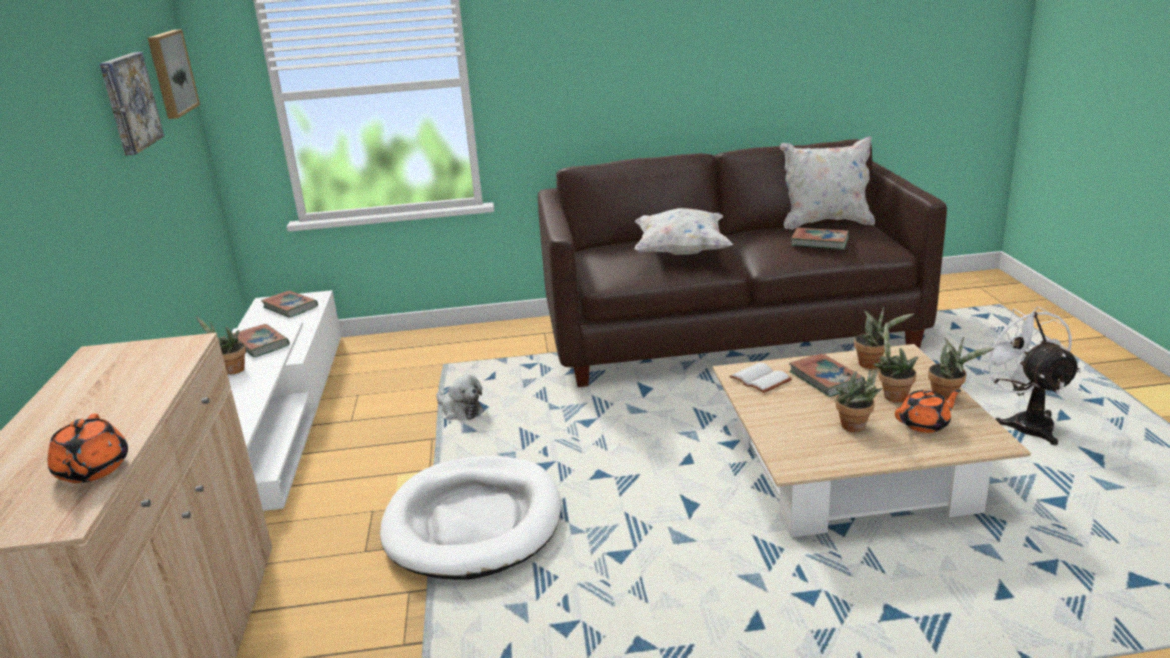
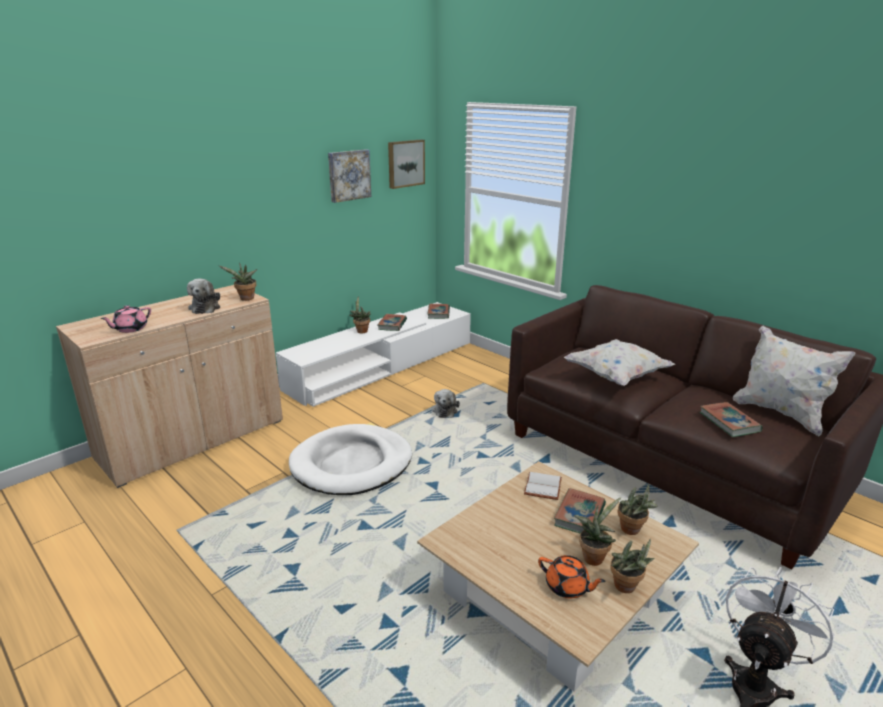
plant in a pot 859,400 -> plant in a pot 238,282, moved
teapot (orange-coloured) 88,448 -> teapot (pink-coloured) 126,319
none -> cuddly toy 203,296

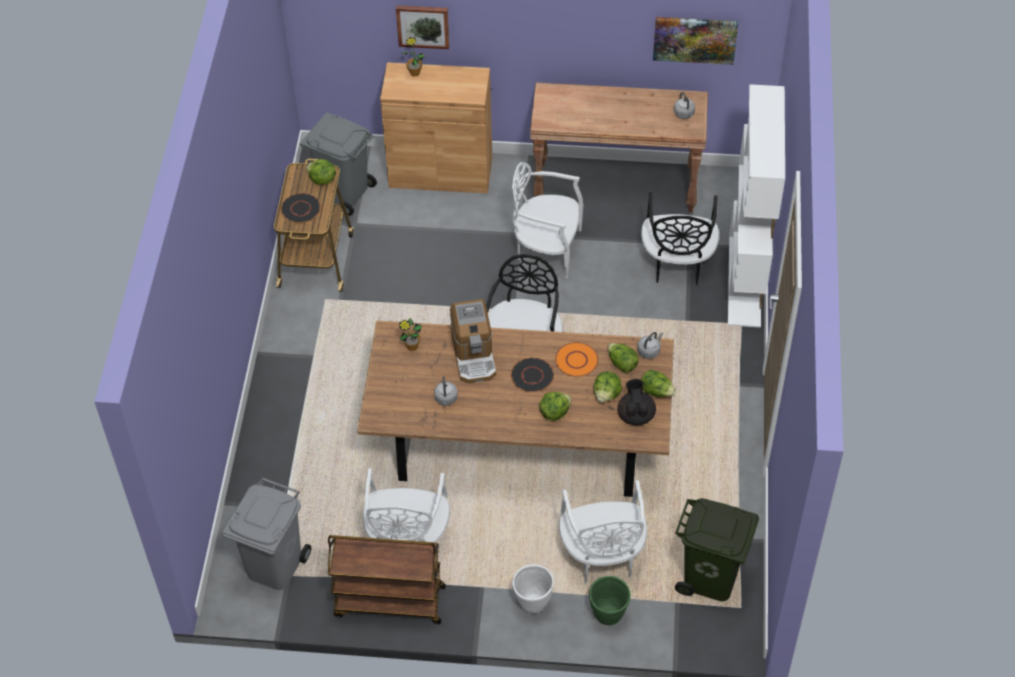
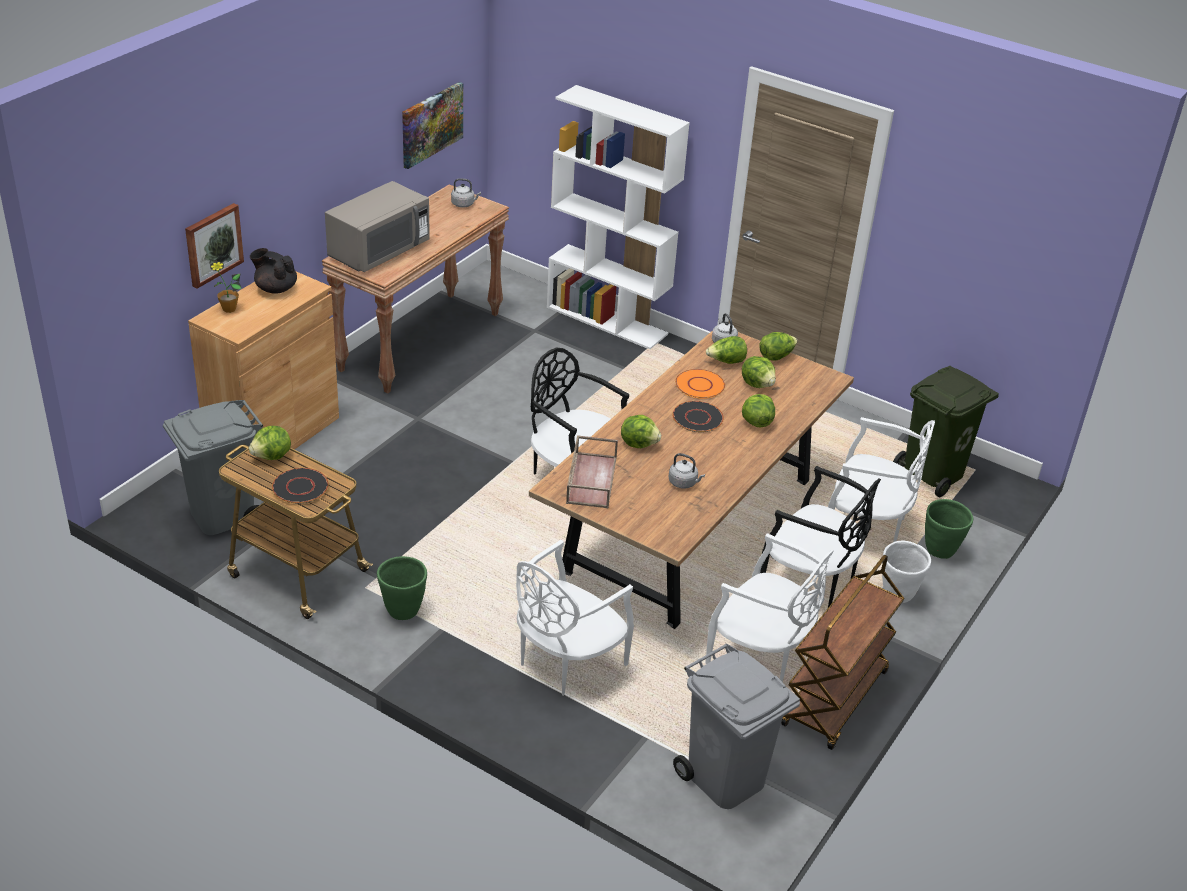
upright chair (whitish) 548,220 -> upright chair (whitish) 575,618, moved
upright chair (blackish) 680,238 -> upright chair (blackish) 820,536, moved
coffee machine 473,341 -> lettuce 641,431
plant in a pot 410,334 -> tray (brown) 592,471
teapot (blackish) 637,402 -> teapot (blackish) 273,271, moved
none -> microwave (grey) 377,226
none -> flower pot (greenish) 402,588

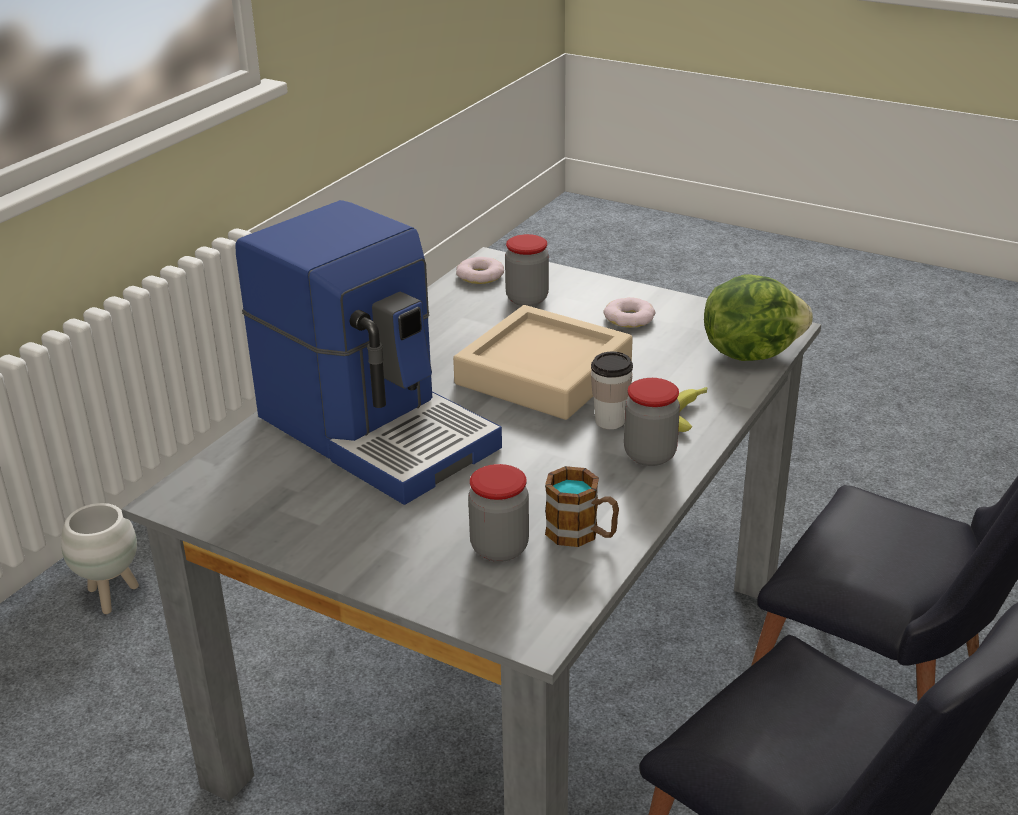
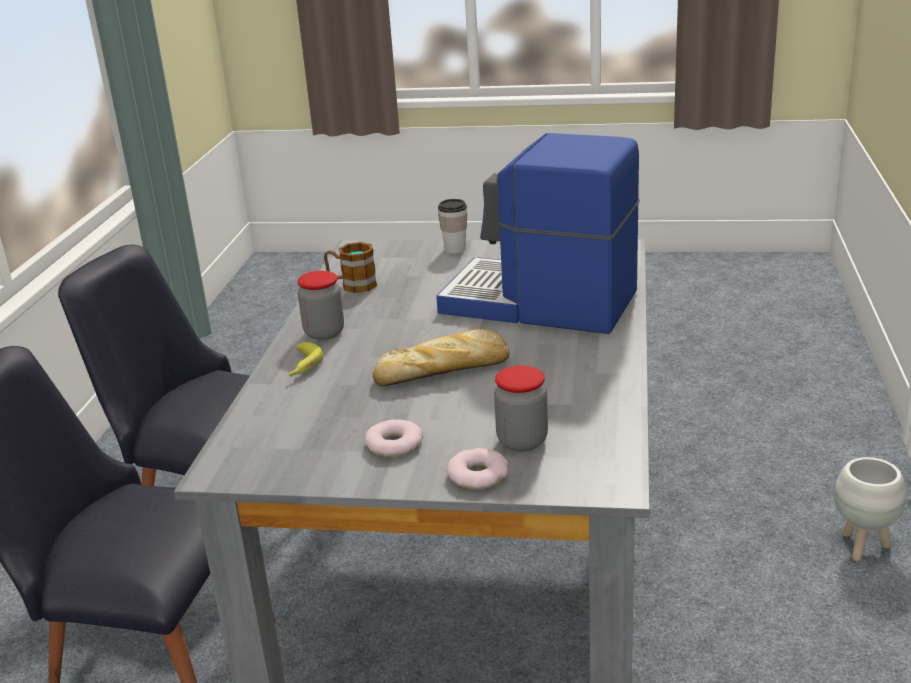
doughnut 480,270 -> doughnut 477,468, moved
lettuce 758,317 -> none
tray (beige) 543,362 -> bread 441,357
cup 612,390 -> cup 452,226, moved
storage jar 498,513 -> none

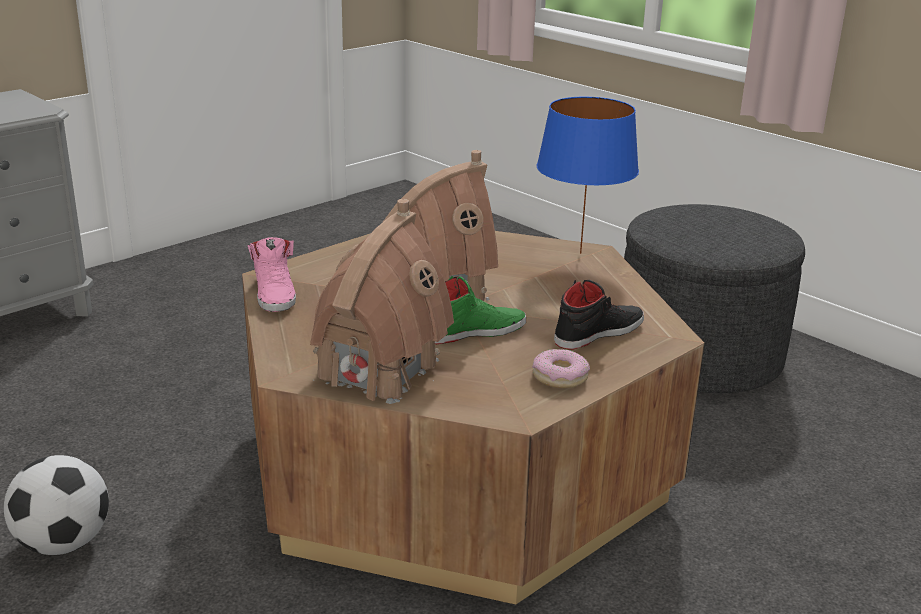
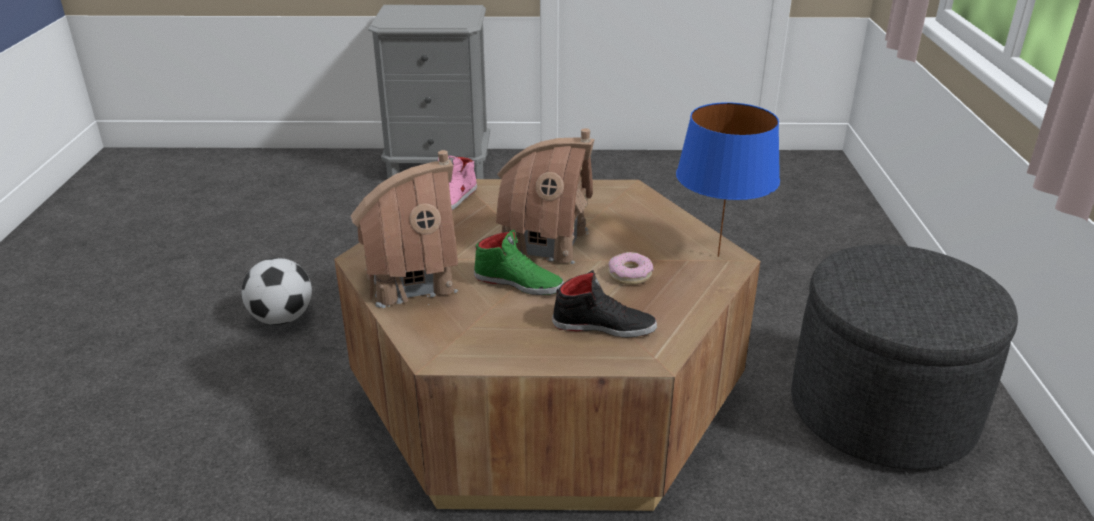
doughnut 561,368 -> doughnut 630,268, moved

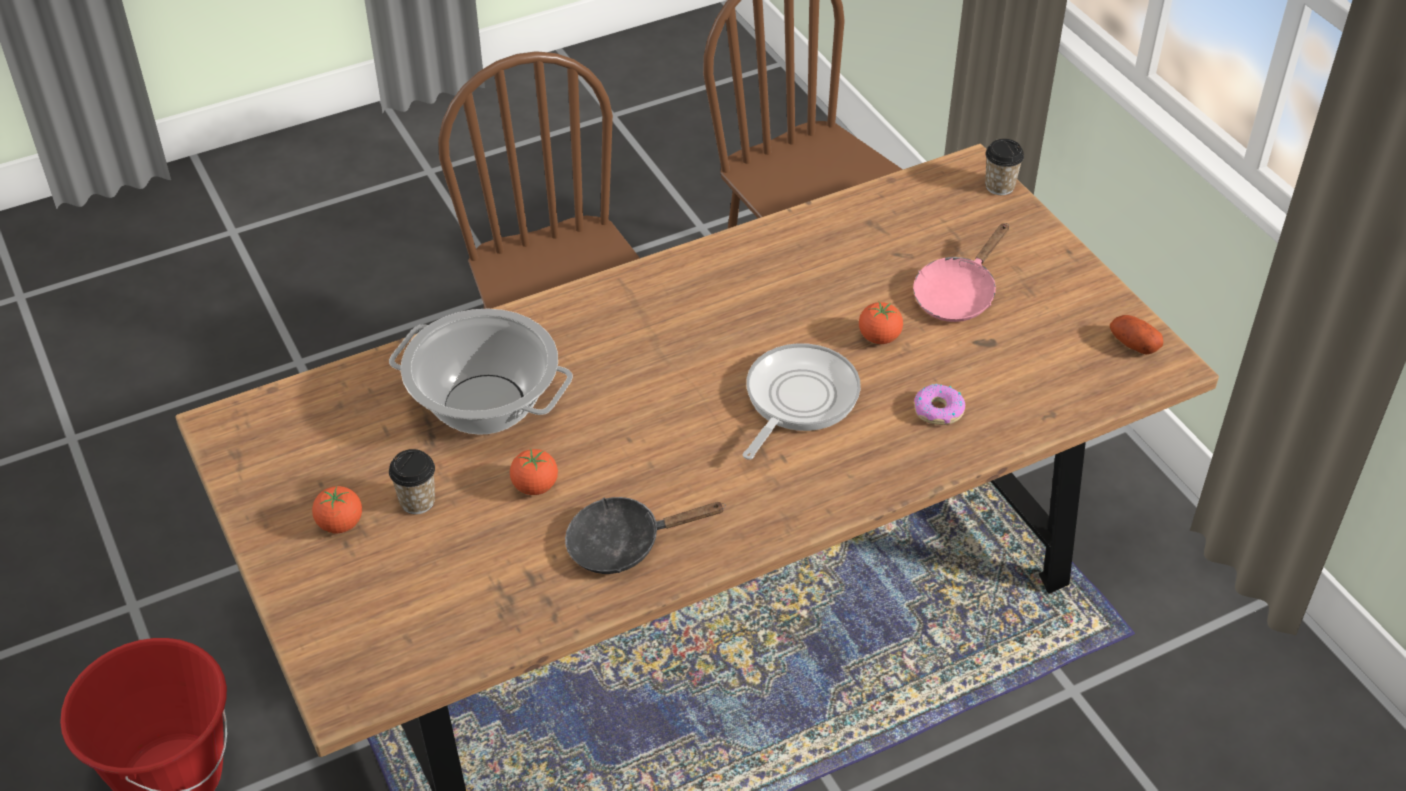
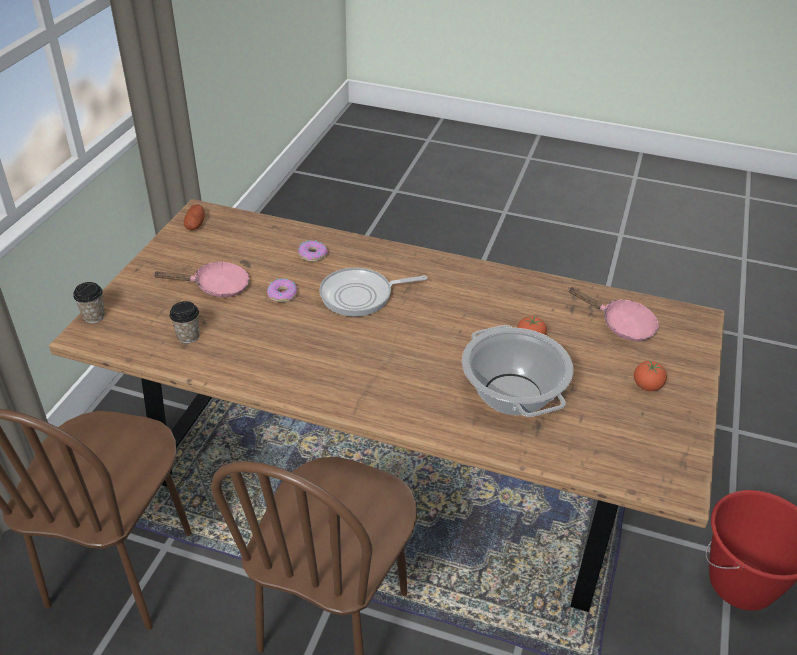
fresh tomato 881,322 -> doughnut 282,290
cup 412,481 -> cup 185,322, moved
pan (blackish) 645,535 -> none
none -> pan (pink-coloured) 614,314

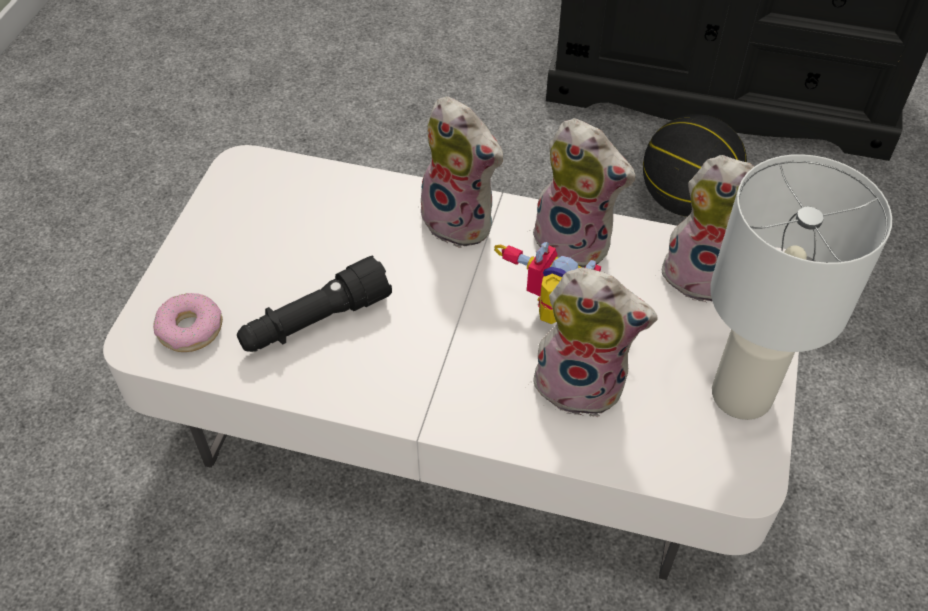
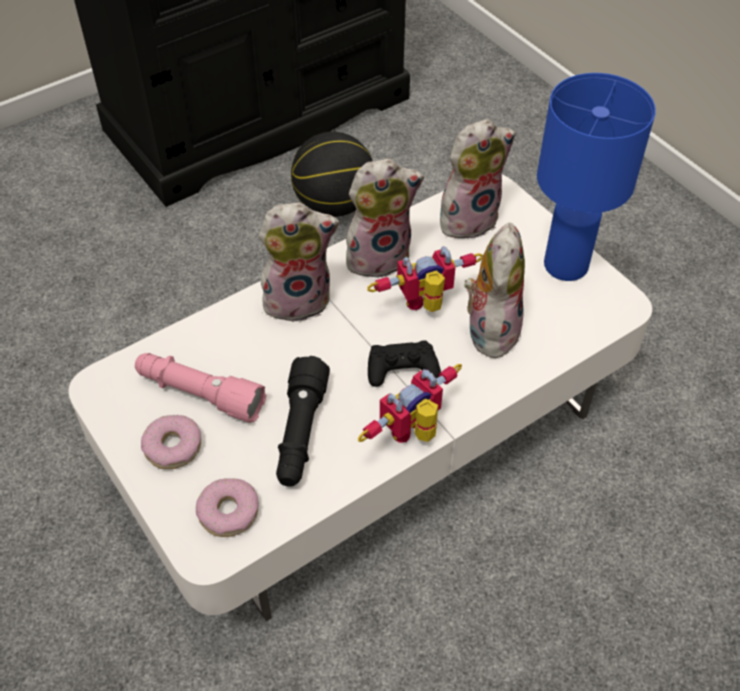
lamp for a table (whitish) 801,287 -> lamp for a table (blue-coloured) 596,177
cuddly toy 595,342 -> cuddly toy 494,292, 45 degrees counterclockwise
none -> gamepad (blackish) 404,363
none -> torch (pink-coloured) 200,388
none -> toy robot 409,403
none -> doughnut 171,442

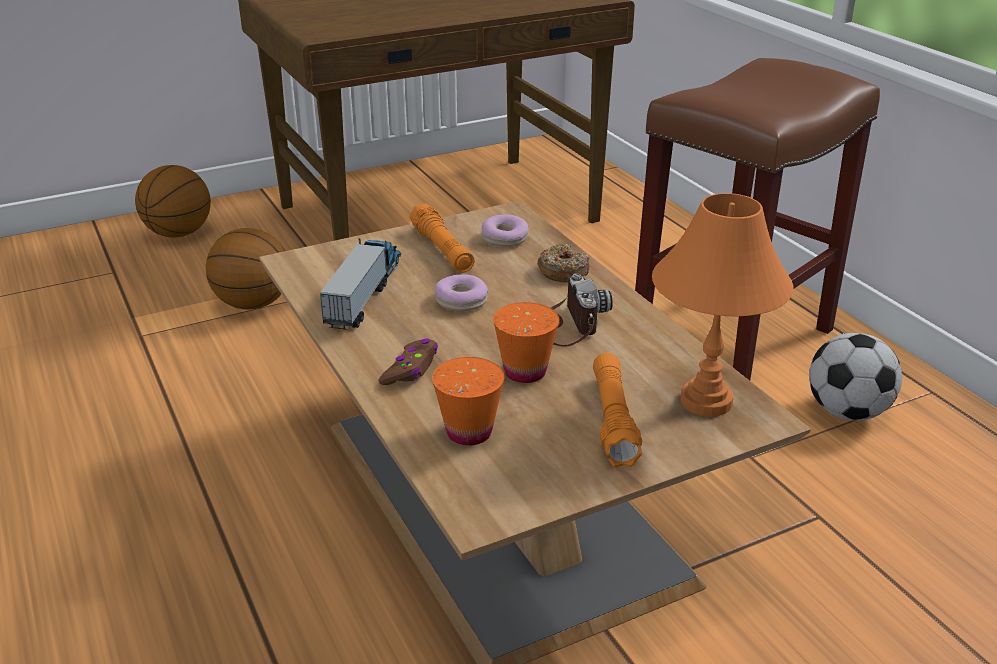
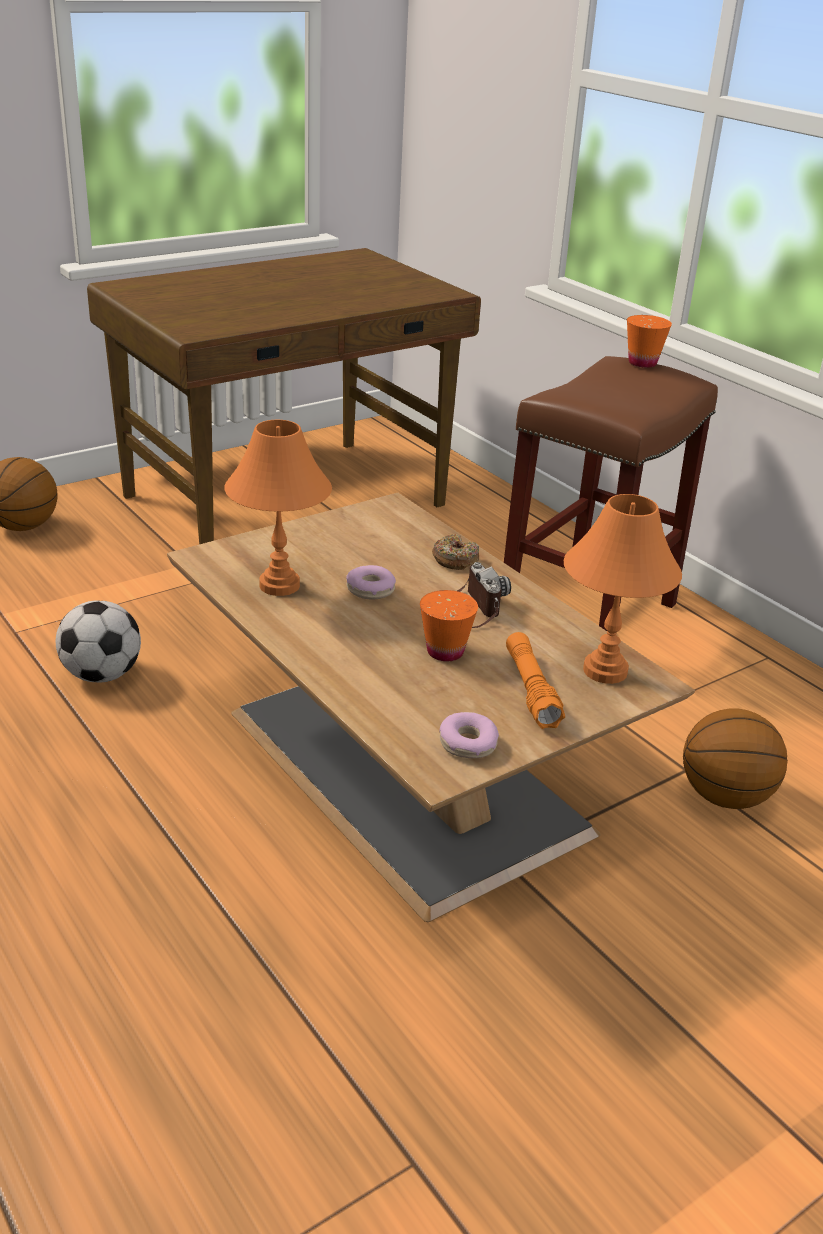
torch (orange-coloured) 441,238 -> none
doughnut 505,231 -> doughnut 469,735, moved
basketball ball 245,269 -> basketball ball 735,758, moved
toy lorry 360,284 -> lamp for a table (orange-coloured) 278,508
ball for football 855,377 -> ball for football 98,641, moved
gamepad (brown) 408,361 -> none
cup (orange-coloured) 468,401 -> cup (orange-coloured) 649,341, moved

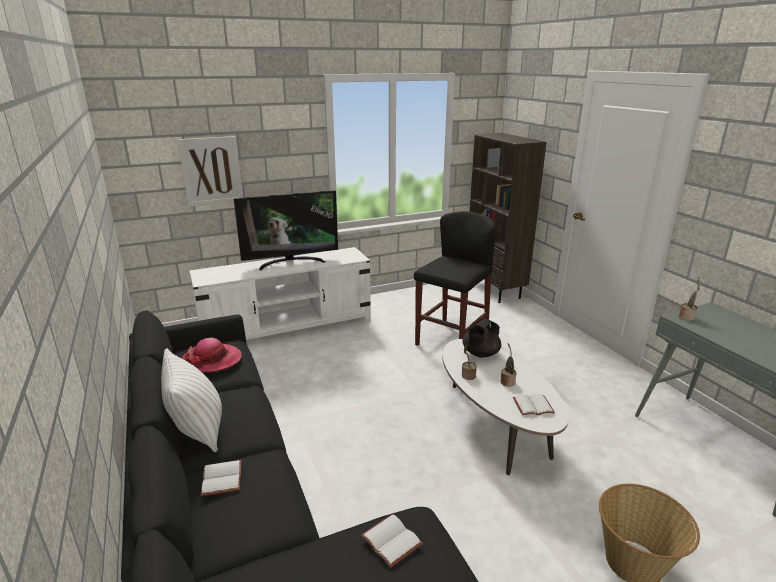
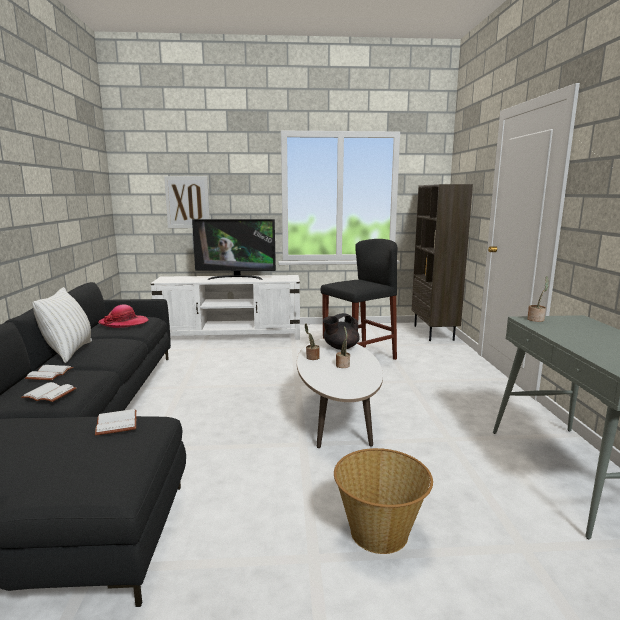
volume (whitish) 534,404 -> volume (whitish) 48,392, moved

